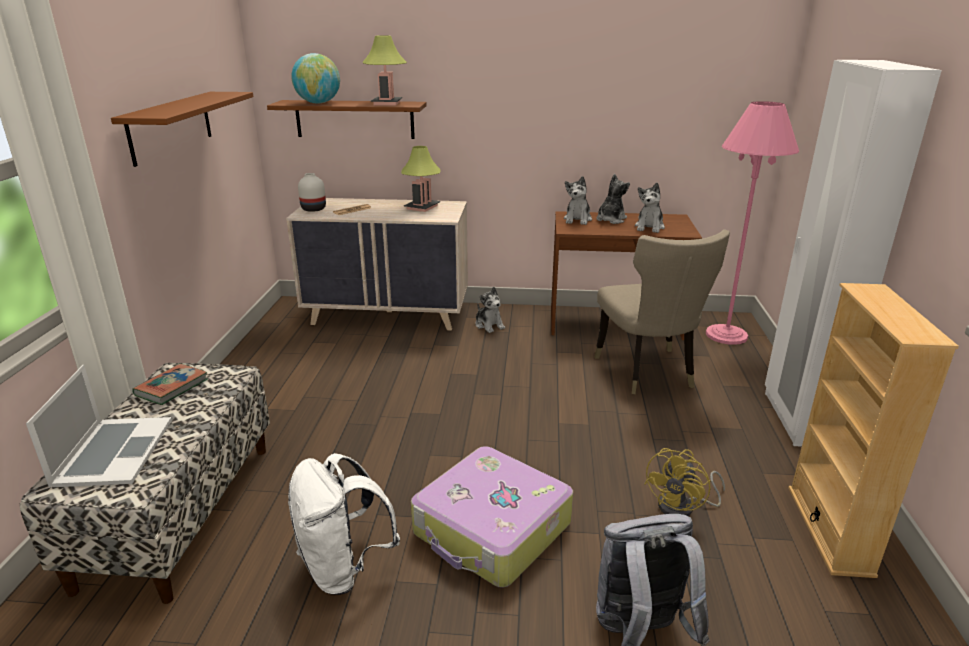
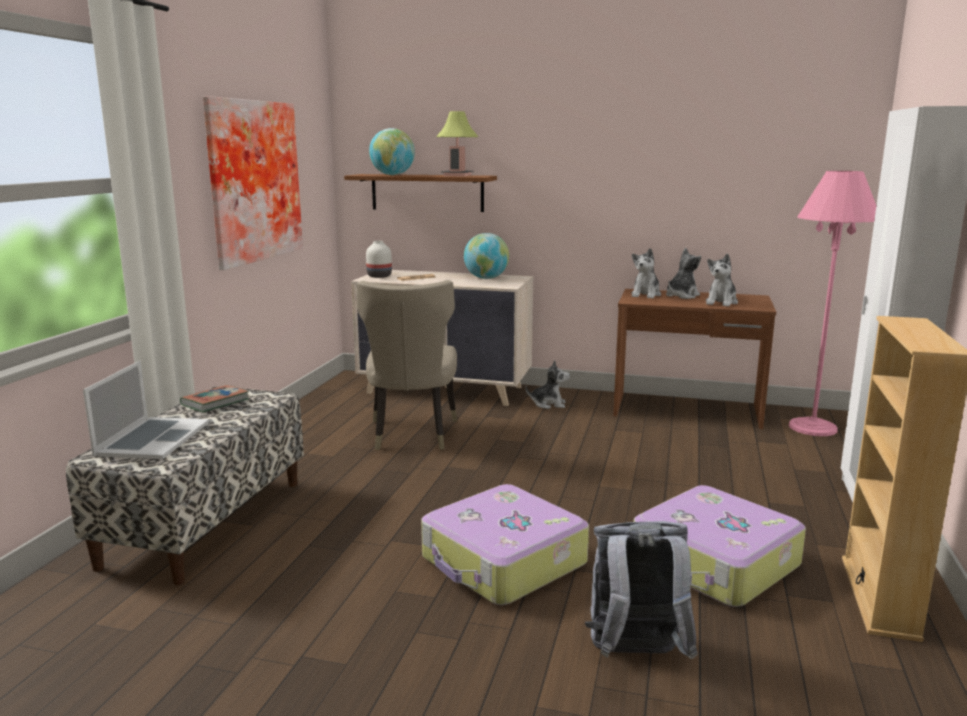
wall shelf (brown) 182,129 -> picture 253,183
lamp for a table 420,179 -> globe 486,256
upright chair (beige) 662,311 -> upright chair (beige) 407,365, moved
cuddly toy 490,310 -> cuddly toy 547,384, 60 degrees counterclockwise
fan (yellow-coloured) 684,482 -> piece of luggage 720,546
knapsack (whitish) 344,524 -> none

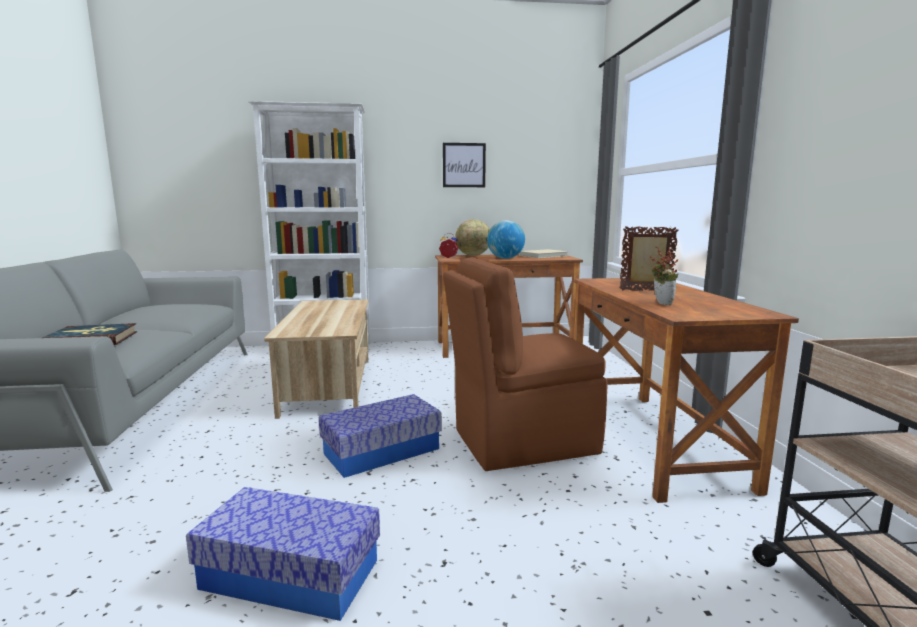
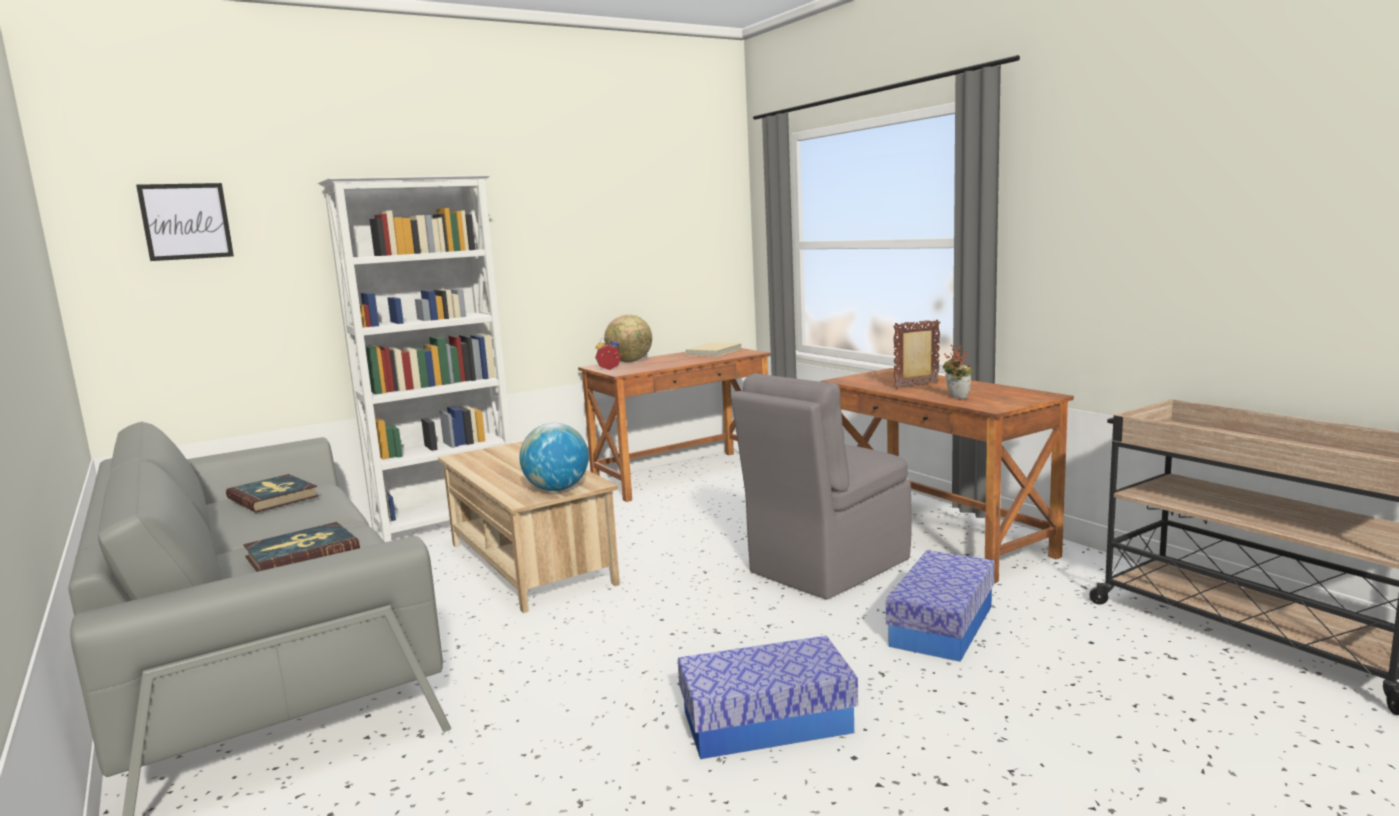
picture 464,165 -> picture 185,222, moved
globe 506,239 -> globe 554,457, moved
upright chair (brown) 525,364 -> upright chair (grey) 821,486
storage box 380,436 -> storage box 940,606, moved
none -> volume 272,493

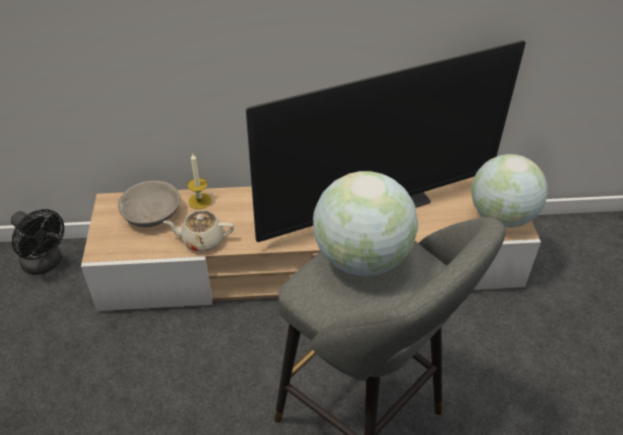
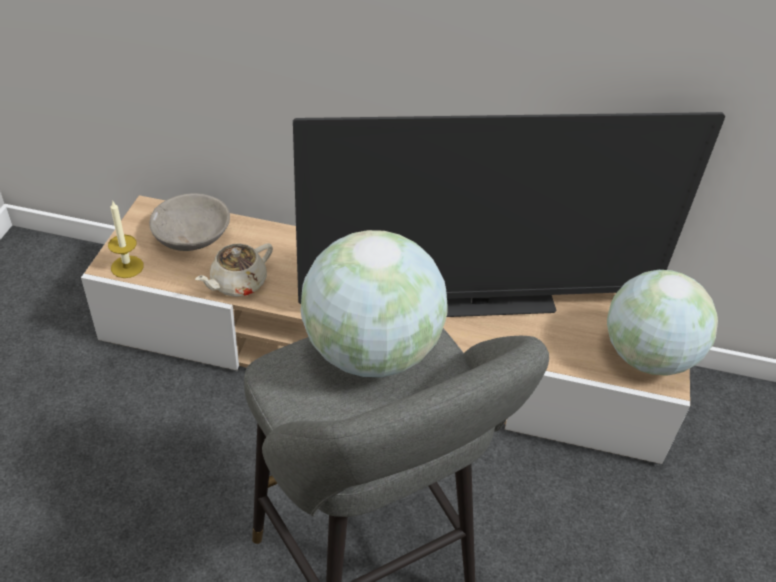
candle 199,181 -> candle 126,239, moved
fan (blackish) 37,242 -> none
teapot (beige) 198,231 -> teapot (beige) 234,270, 60 degrees counterclockwise

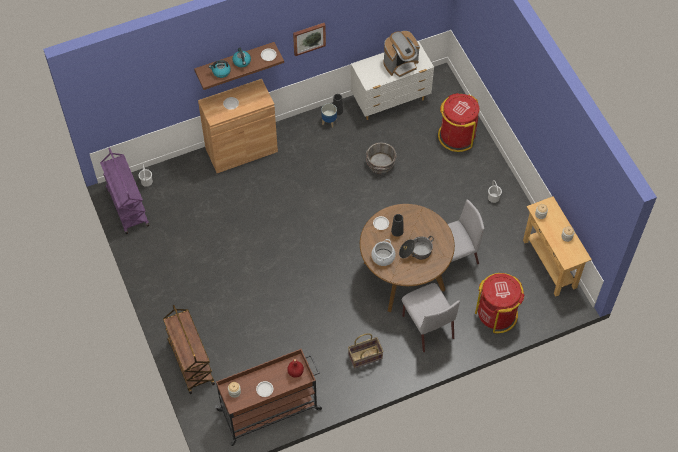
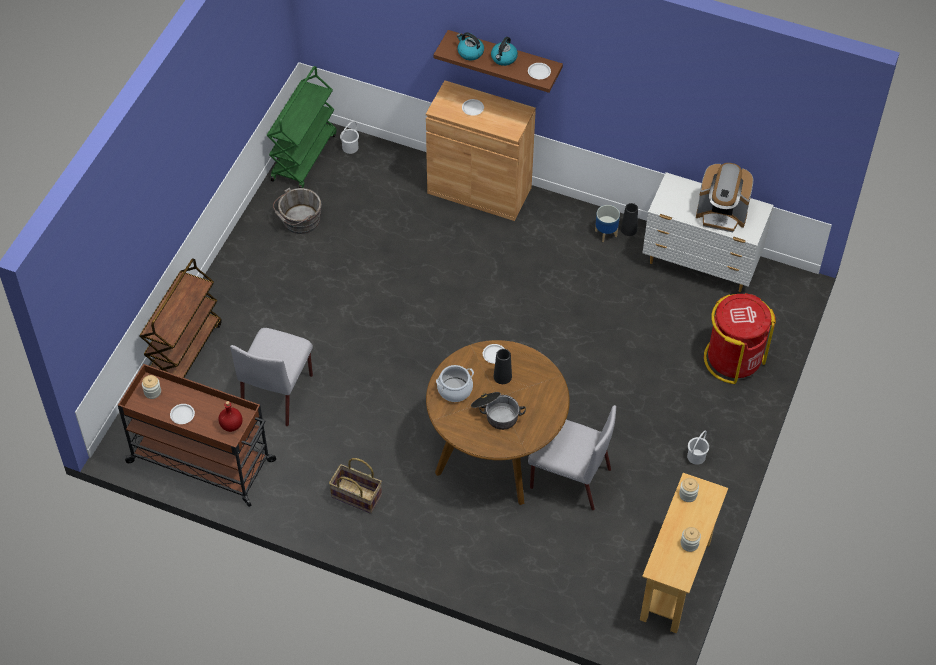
picture 309,39 -> none
pail (grey) 381,158 -> pail (grey) 297,211, moved
cart (purple) 124,191 -> cart (greenish) 302,127
rubbish bin (red) 500,303 -> none
upright chair (grey) 431,317 -> upright chair (grey) 271,377, moved

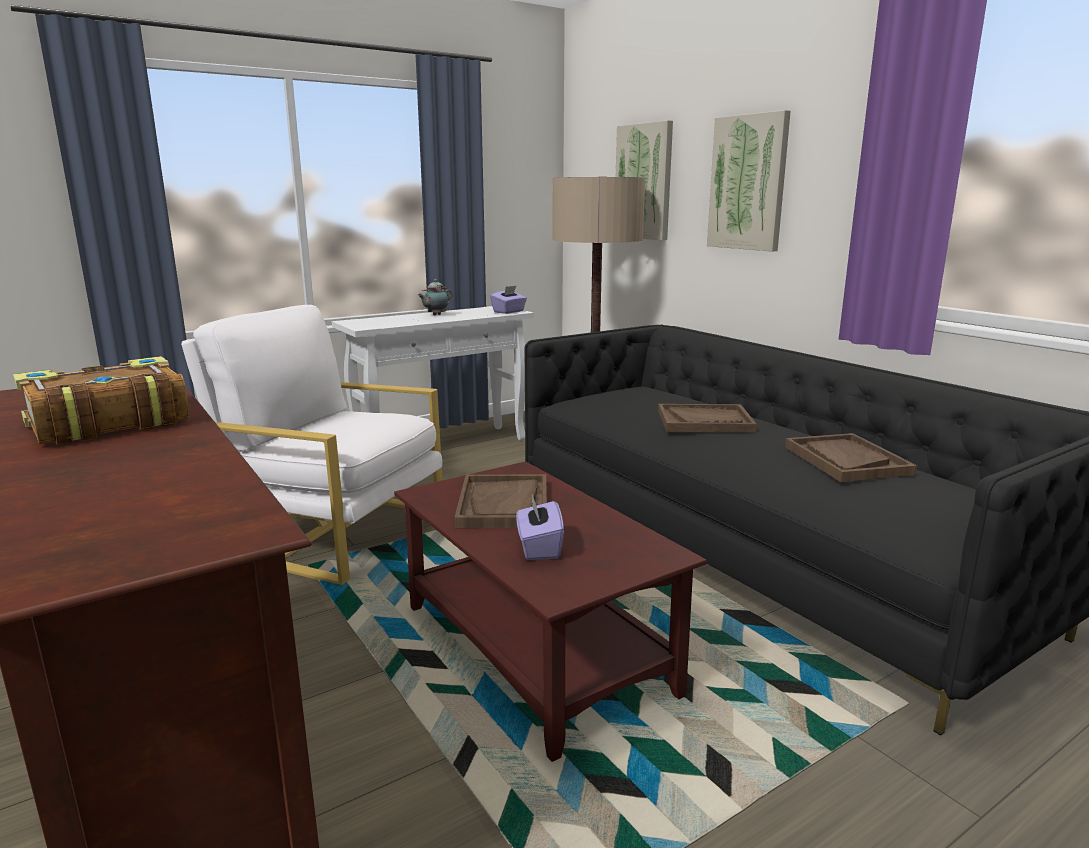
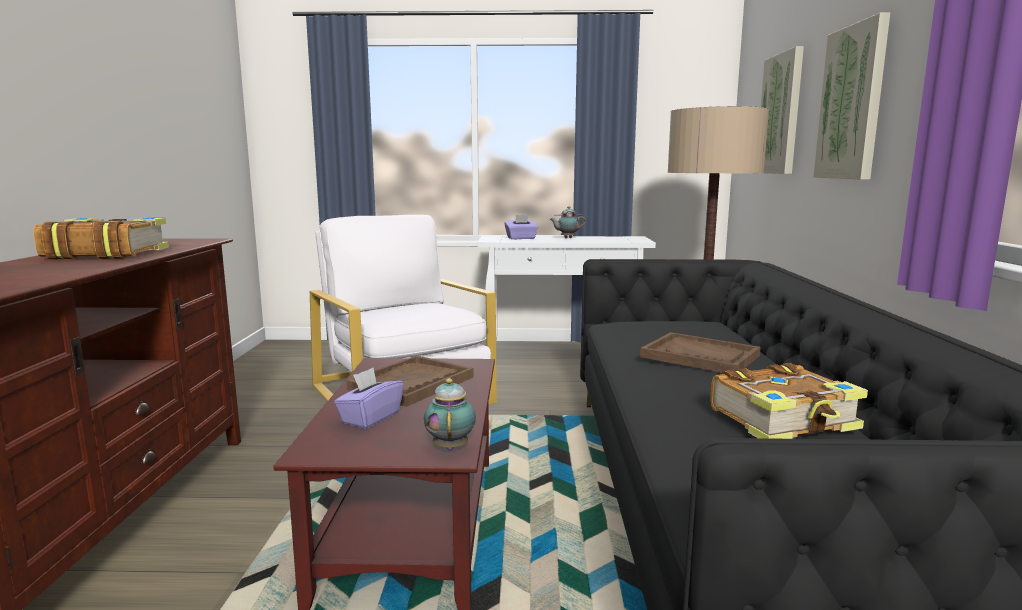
tissue box (purple) 508,299 -> tissue box (purple) 521,227, moved
tray (brown) 851,457 -> volume 789,401
none -> teapot 450,414

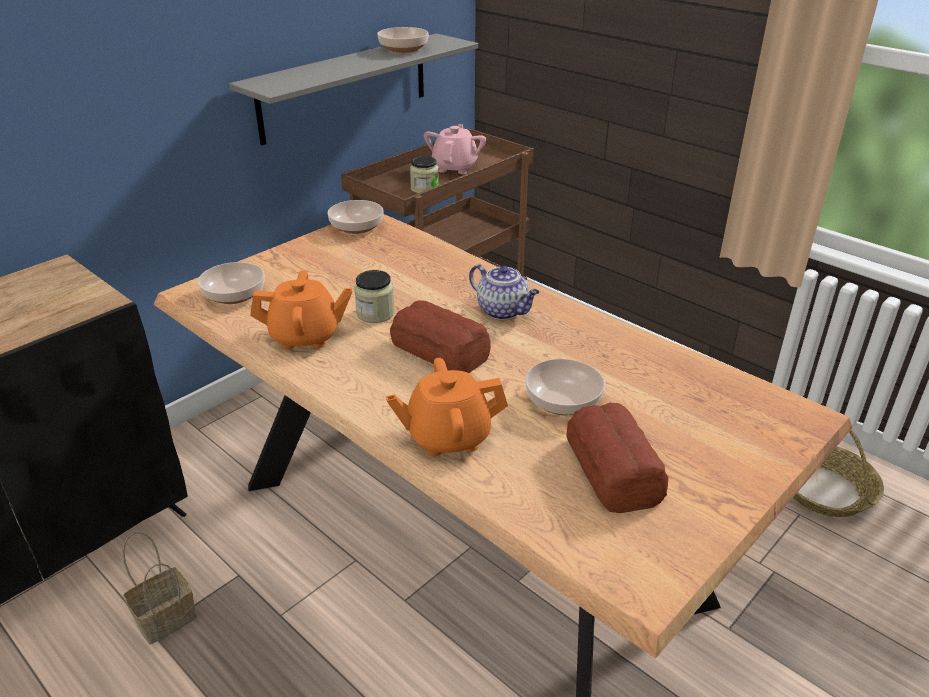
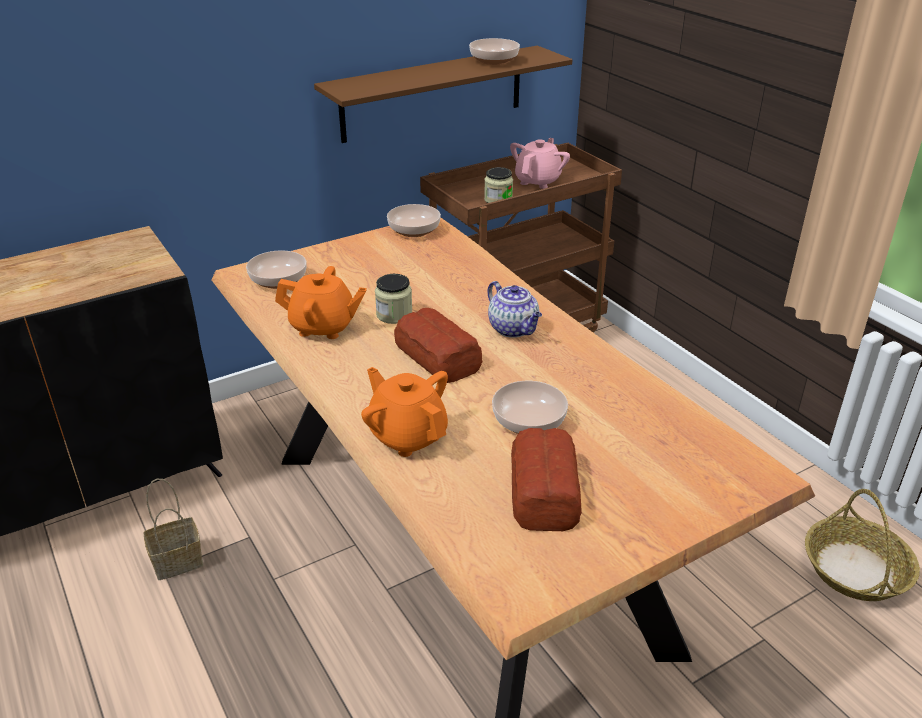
wall shelf (grey) 353,89 -> wall shelf (brown) 443,94
teapot (orange-coloured) 447,407 -> teapot (orange-coloured) 404,412, 45 degrees clockwise

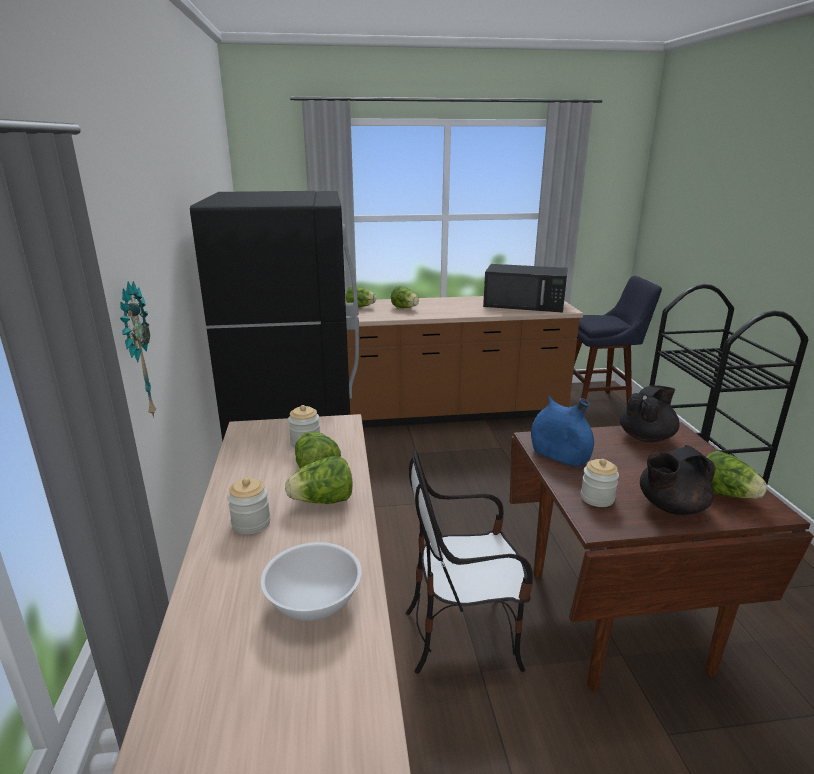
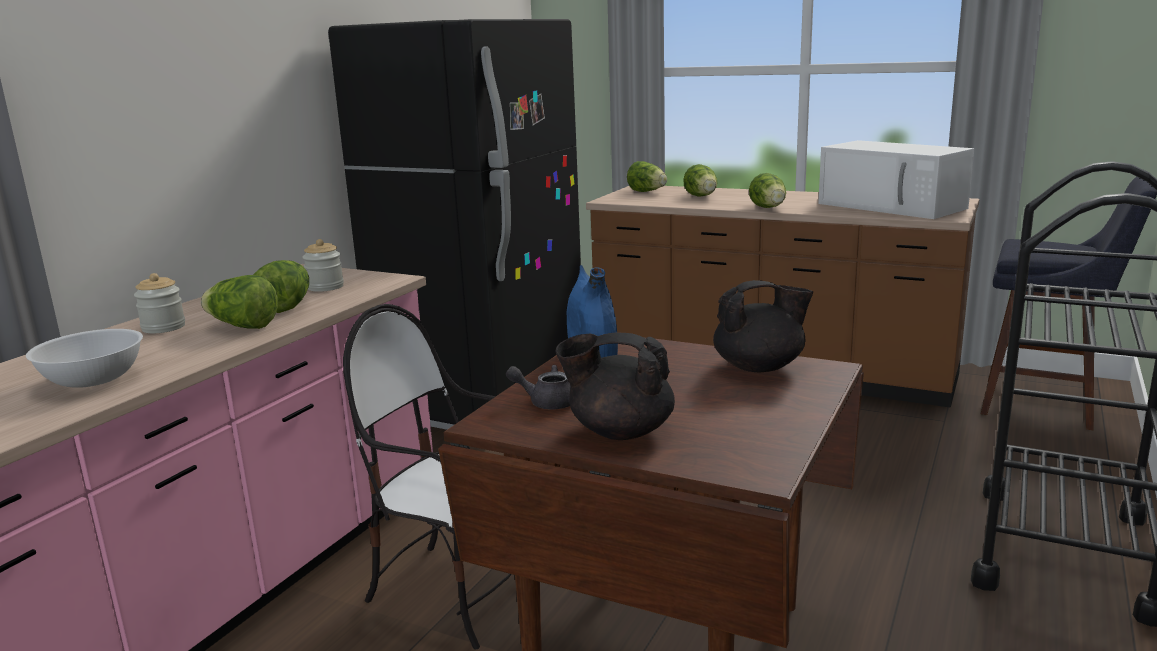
microwave (blackish) 525,288 -> microwave (whitish) 896,179
hanging clock 138,349 -> none
lettuce 737,475 -> lettuce 767,190, moved
storage jar 600,483 -> teapot (grey) 538,387

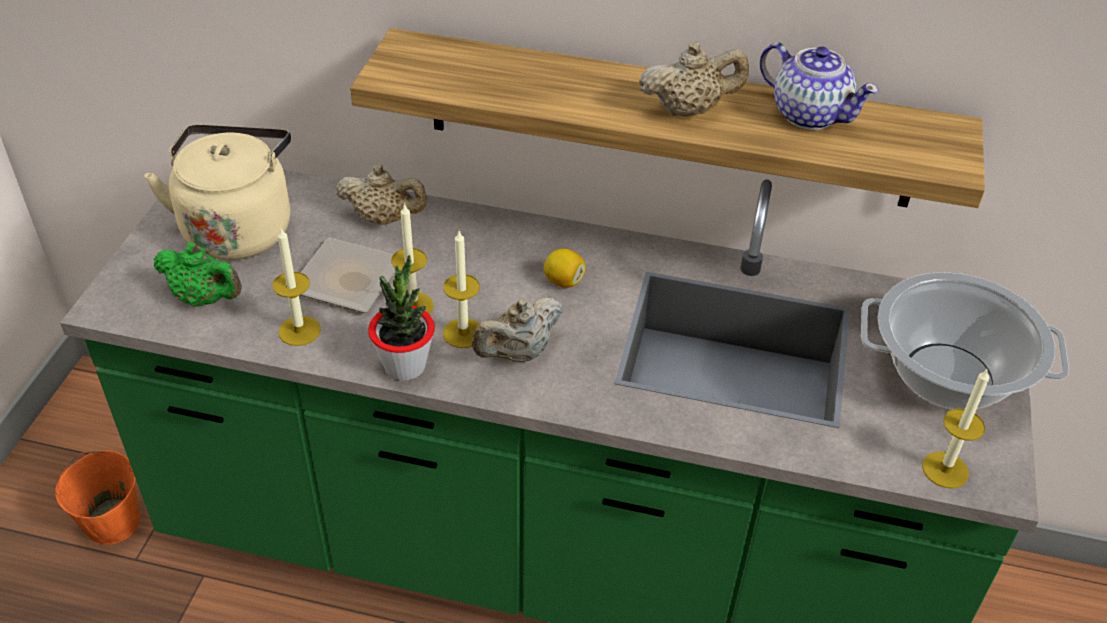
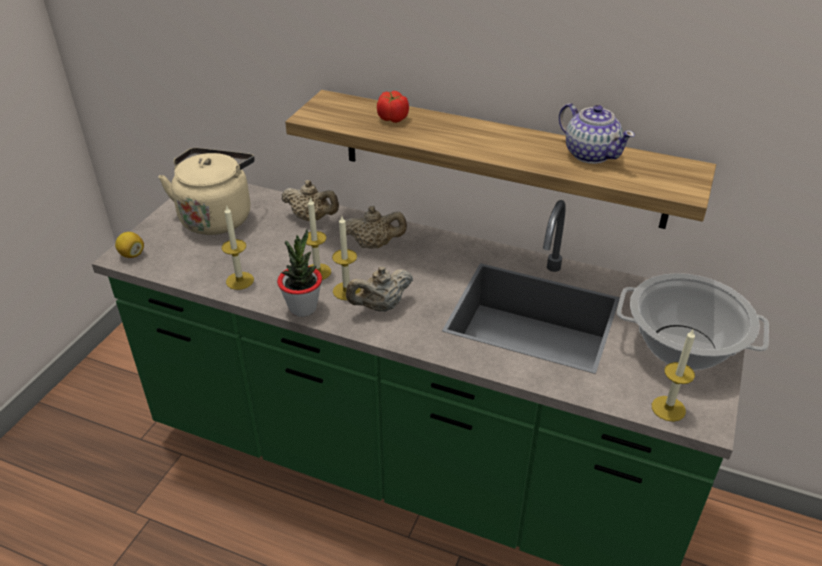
teapot (beige) 694,78 -> teapot (beige) 376,227, moved
plate 348,275 -> none
teapot (greenish) 198,274 -> none
lemon 564,268 -> lemon 129,245, moved
pail (orange-coloured) 97,497 -> none
none -> fresh tomato 393,107

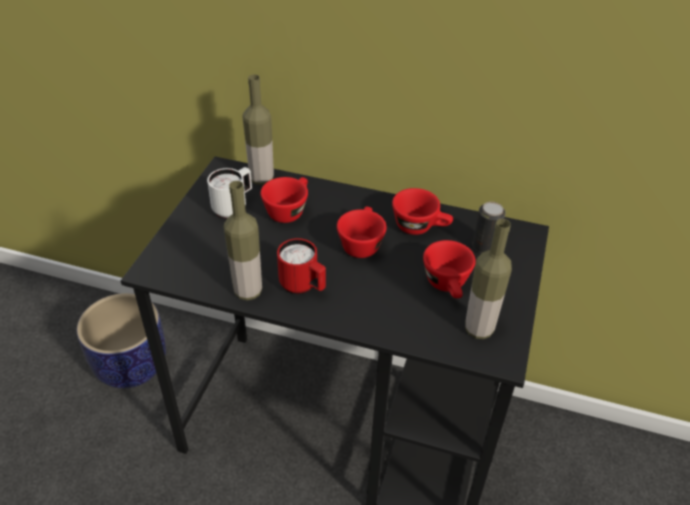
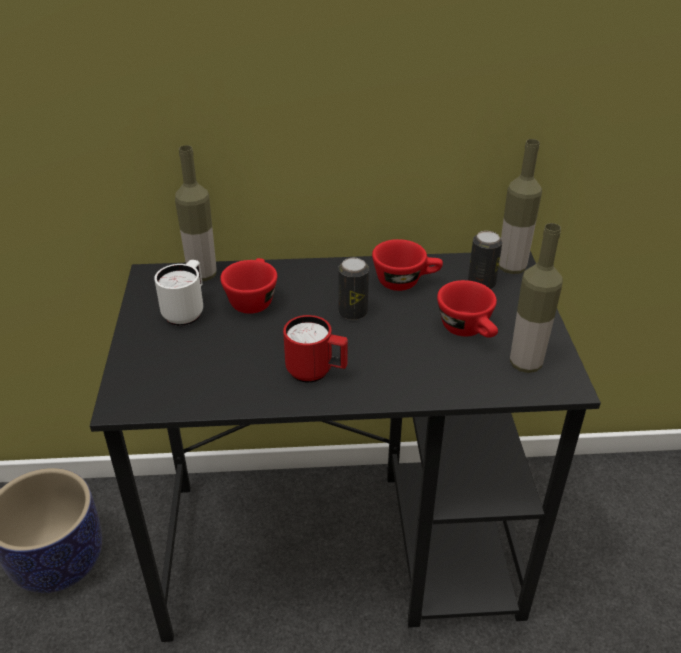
drink bottle 243,240 -> drink bottle 520,206, moved
cup (red) 362,232 -> metal can 353,289

